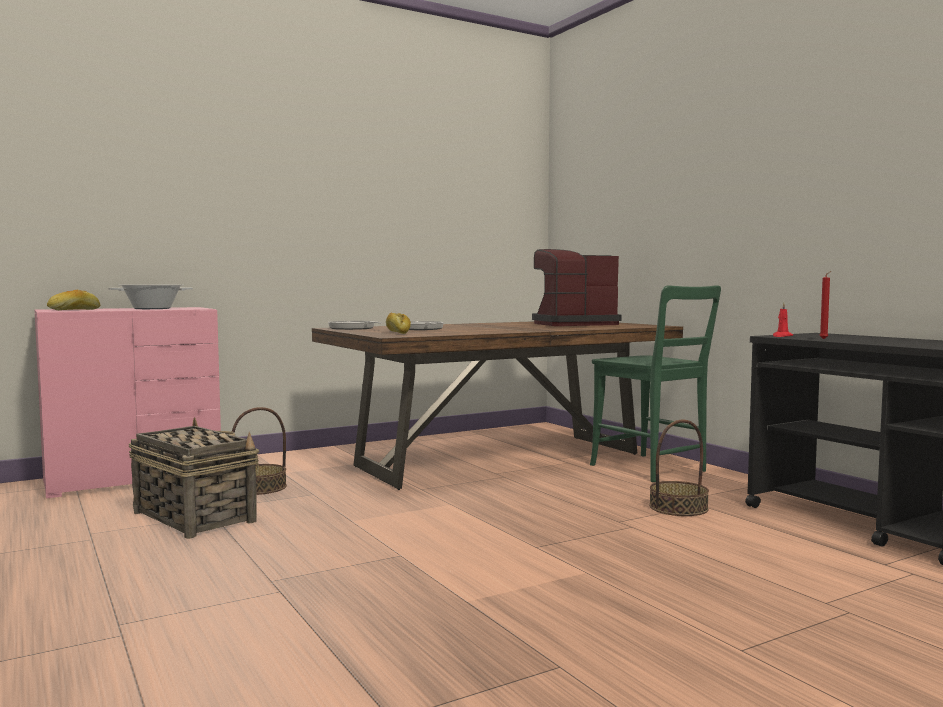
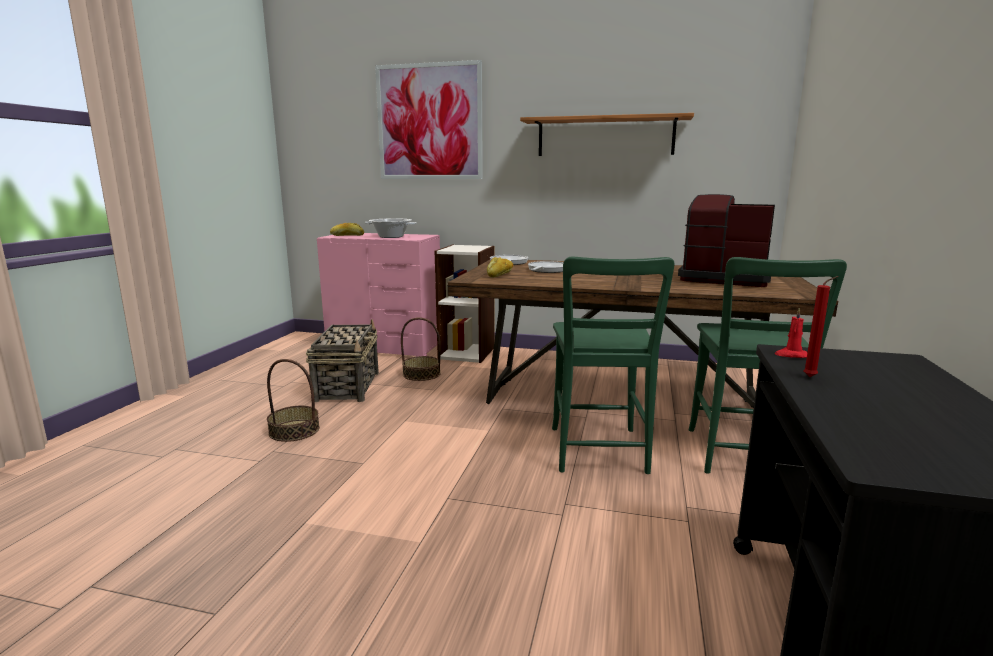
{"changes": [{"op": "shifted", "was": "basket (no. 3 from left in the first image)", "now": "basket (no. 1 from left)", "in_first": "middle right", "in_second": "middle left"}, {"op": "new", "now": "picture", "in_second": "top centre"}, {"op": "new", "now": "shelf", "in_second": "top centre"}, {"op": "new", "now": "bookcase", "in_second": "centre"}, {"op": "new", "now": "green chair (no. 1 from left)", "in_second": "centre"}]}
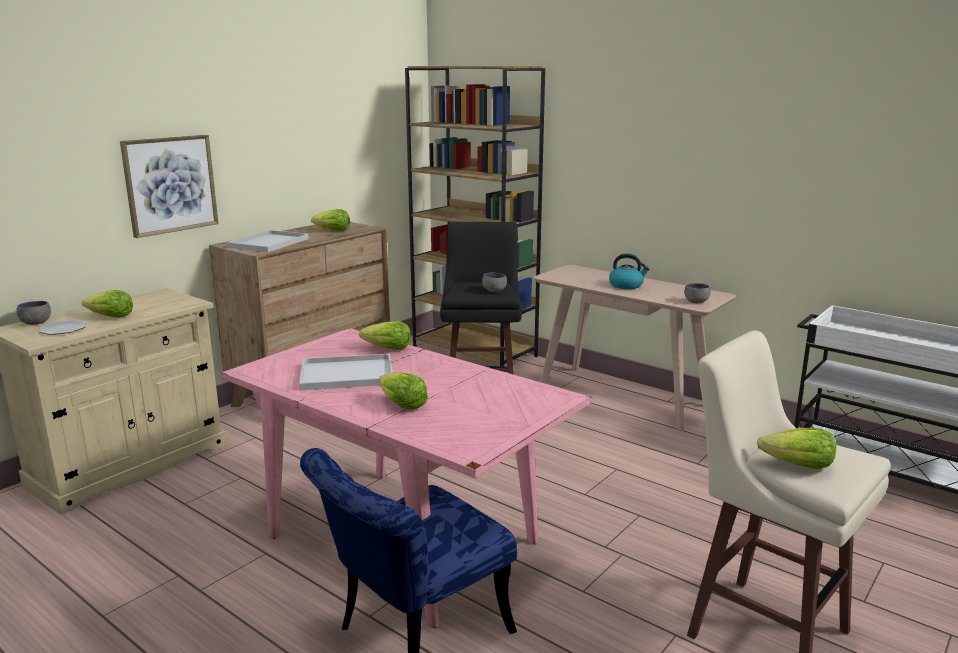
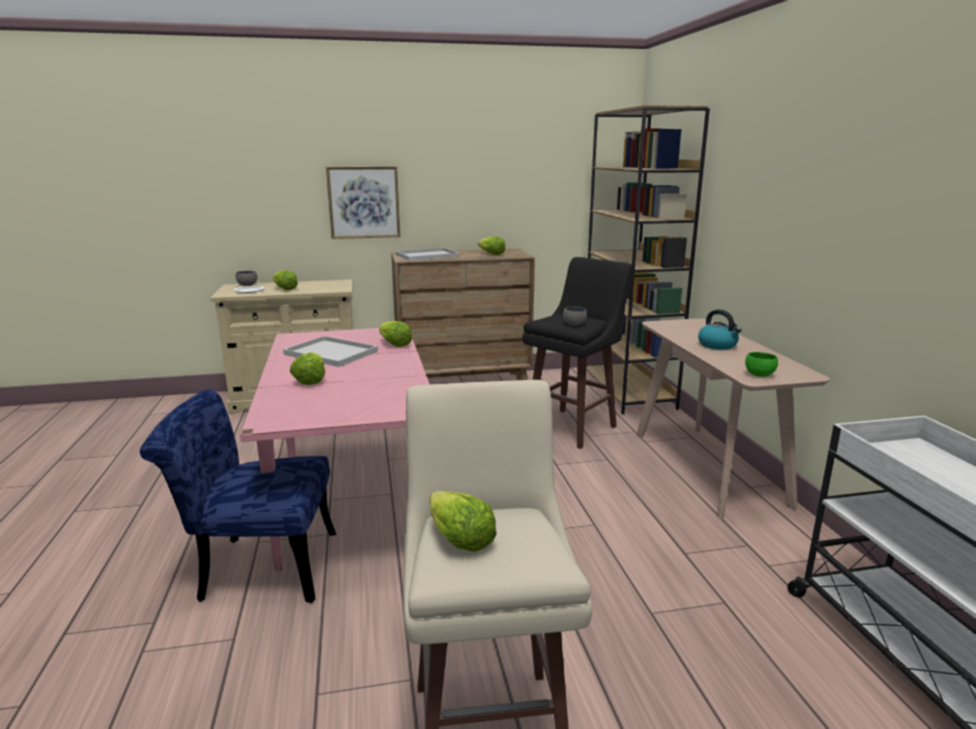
{"changes": [{"op": "repainted", "was": "grey bowl (no. 3 from left)", "now": "green bowl", "in_first": "middle right", "in_second": "middle right"}]}
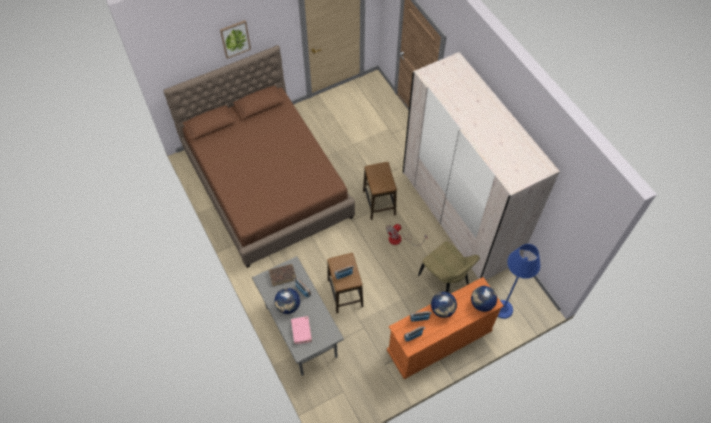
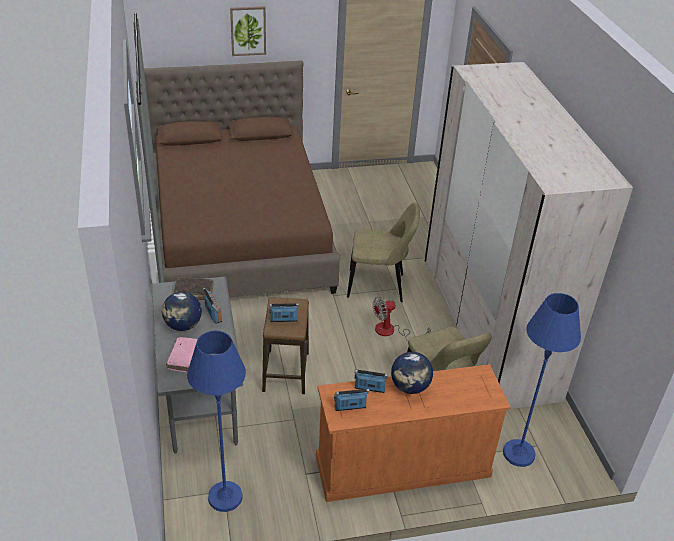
{"changes": [{"op": "swapped", "was": "stool (no. 2 from left)", "now": "beige chair (no. 1 from left)", "in_first": "centre", "in_second": "centre"}, {"op": "gone", "was": "globe (no. 3 from left)", "in_first": "bottom right"}, {"op": "new", "now": "blue floor lamp (no. 1 from left)", "in_second": "bottom left"}]}
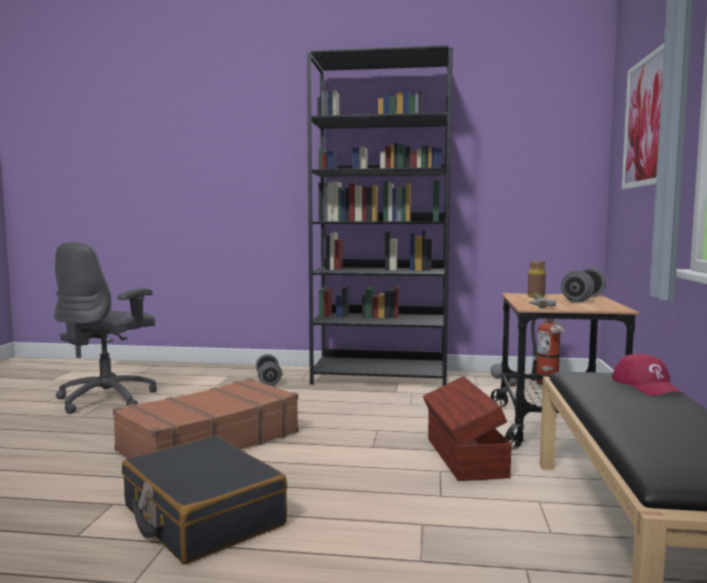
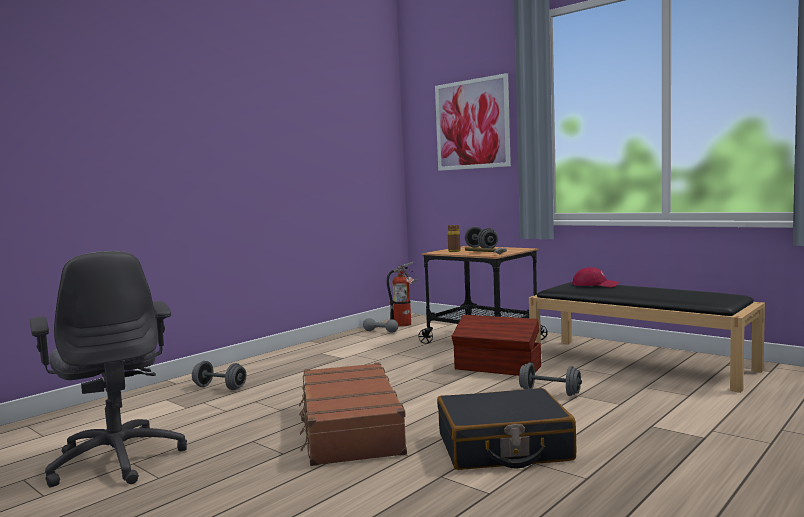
{"changes": [{"op": "gone", "was": "black bookcase", "in_first": "centre"}, {"op": "new", "now": "grey dumbbell (no. 4 from left)", "in_second": "bottom right"}]}
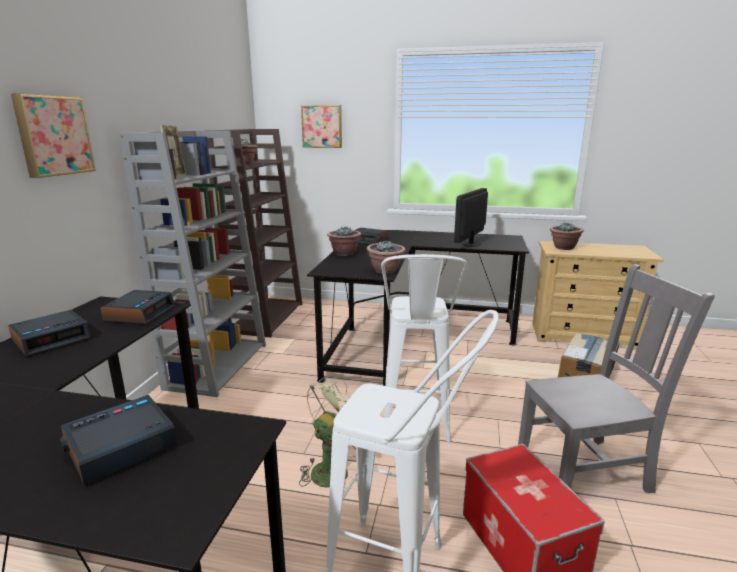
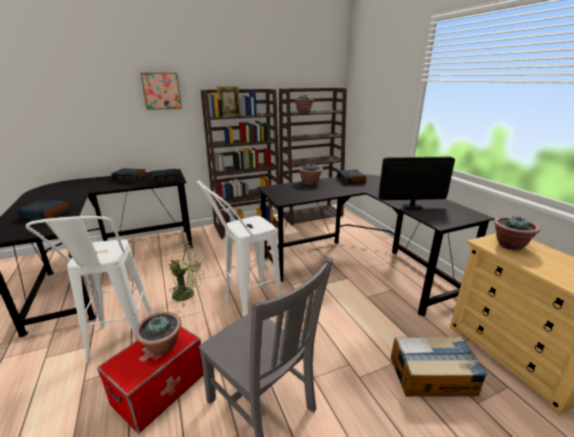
{"changes": [{"op": "gone", "was": "picture (no. 2 from left)", "in_first": "top centre"}, {"op": "repainted", "was": "grey bookcase", "now": "brown bookcase (no. 1 from left)", "in_first": "middle left", "in_second": "centre"}, {"op": "shifted", "was": "potted plant (no. 3 from left in the first image)", "now": "potted plant (no. 1 from left)", "in_first": "centre", "in_second": "bottom left"}]}
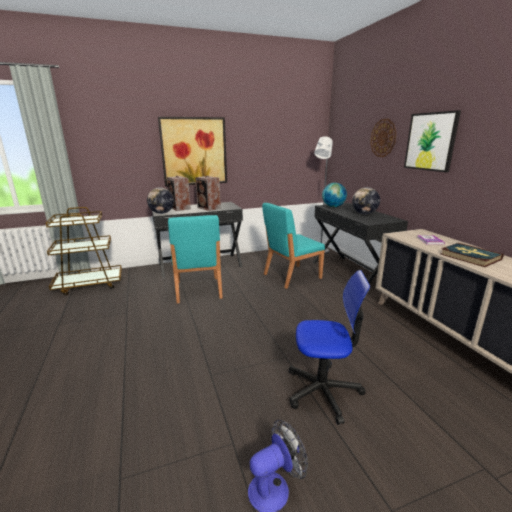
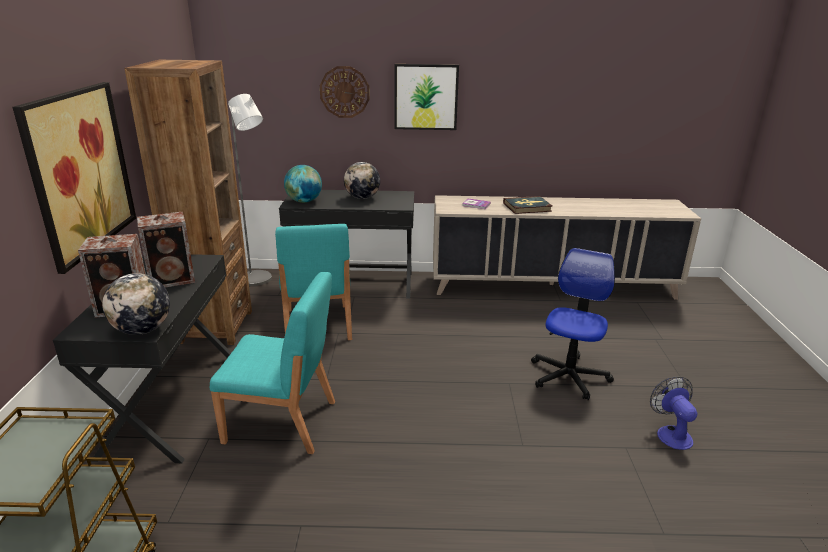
{"changes": [{"op": "new", "now": "brown bookcase", "in_second": "middle left"}]}
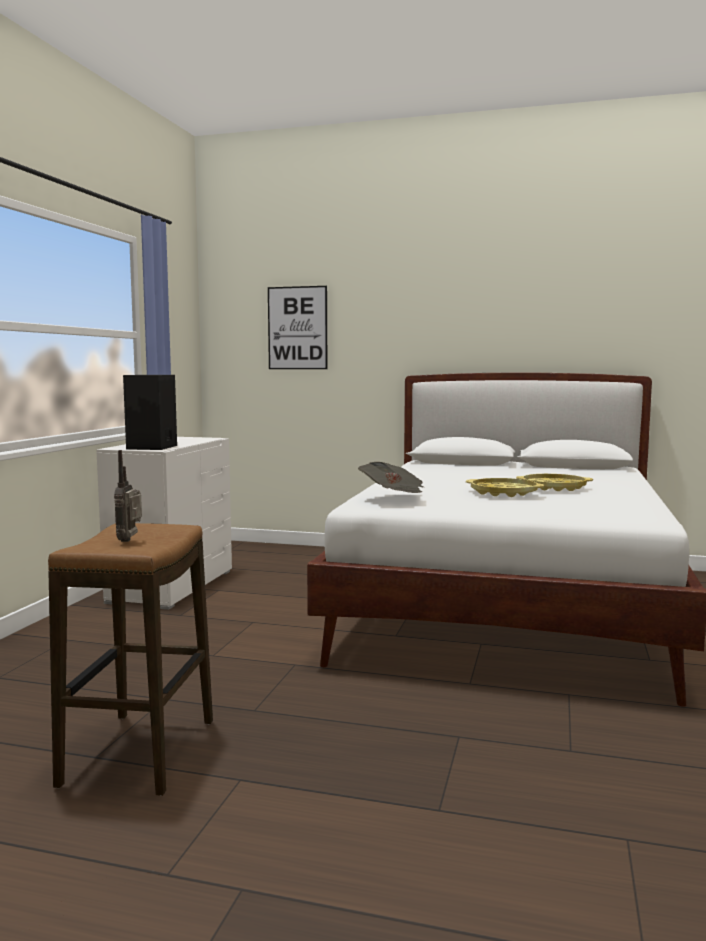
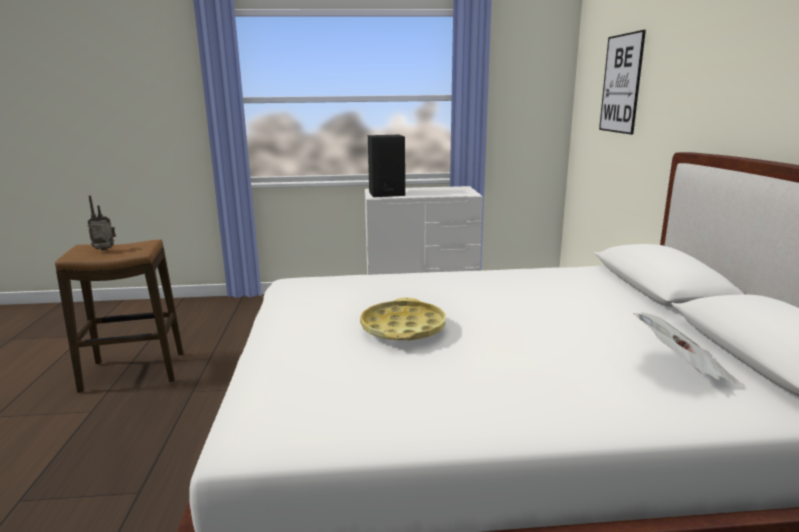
{"changes": [{"op": "shifted", "was": "newspaper", "in_first": "centre", "in_second": "middle right"}, {"op": "gone", "was": "yellow tray (no. 2 from left)", "in_first": "middle right"}]}
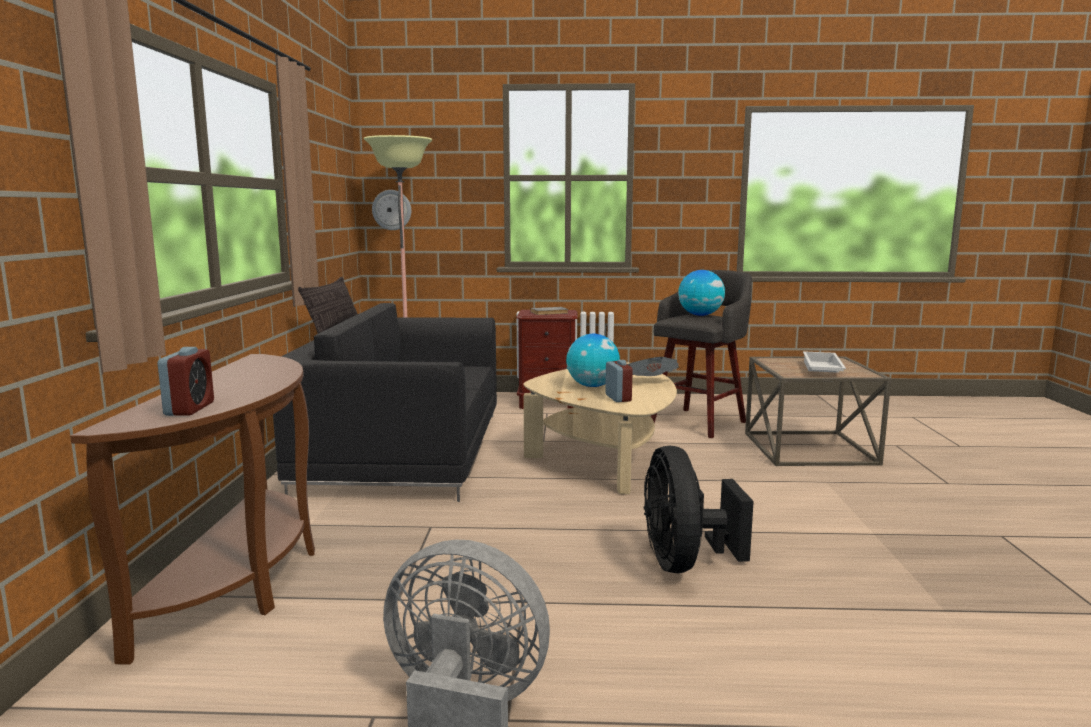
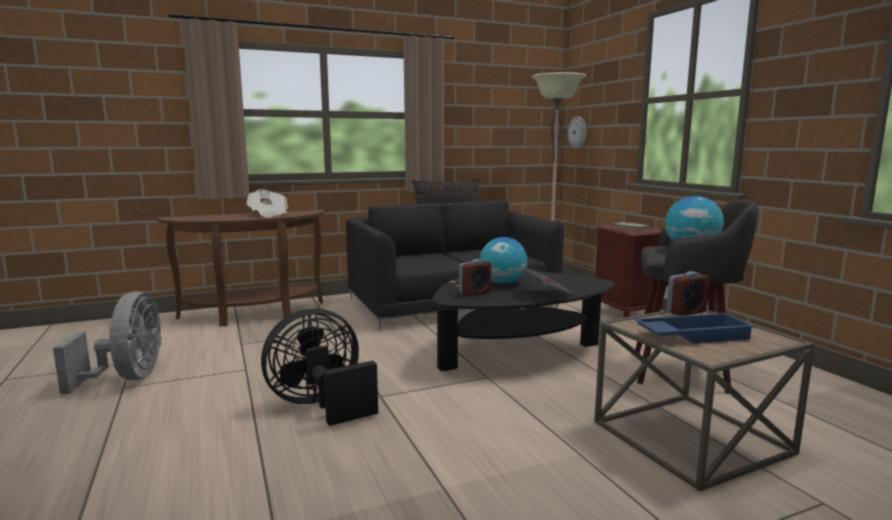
{"changes": [{"op": "shifted", "was": "alarm clock (no. 1 from left in the first image)", "now": "alarm clock (no. 2 from left)", "in_first": "middle left", "in_second": "middle right"}, {"op": "repainted", "was": "white tray", "now": "blue tray", "in_first": "middle right", "in_second": "middle right"}, {"op": "repainted", "was": "beige coffee table", "now": "black coffee table", "in_first": "centre", "in_second": "centre"}, {"op": "new", "now": "newspaper (no. 1 from left)", "in_second": "middle left"}]}
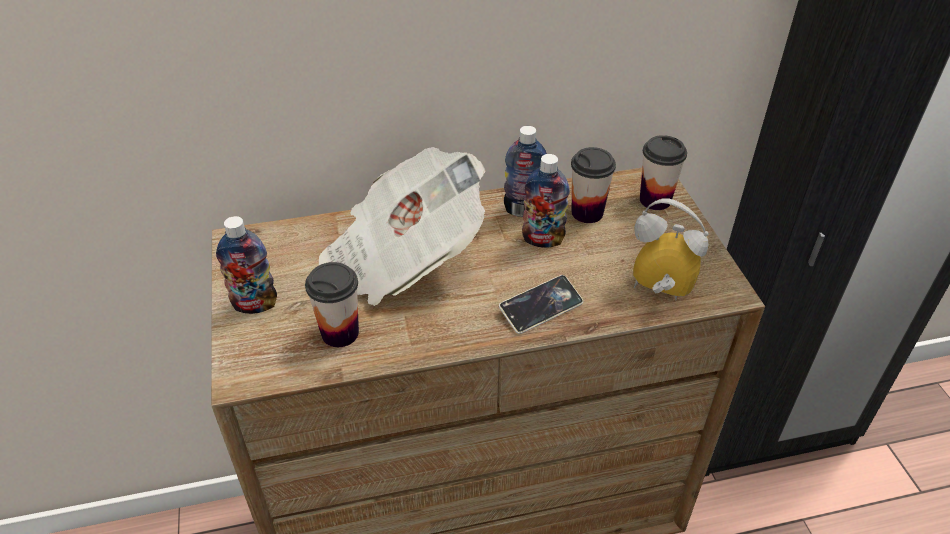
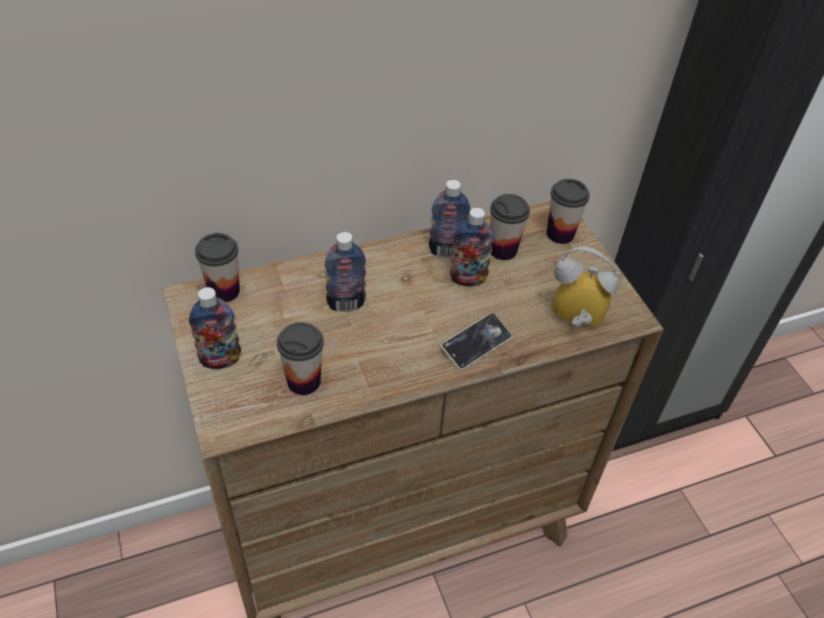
{"changes": [{"op": "swapped", "was": "newspaper", "now": "bottle (no. 2 from left)", "in_first": "centre", "in_second": "centre"}, {"op": "new", "now": "cup (no. 1 from left)", "in_second": "middle left"}]}
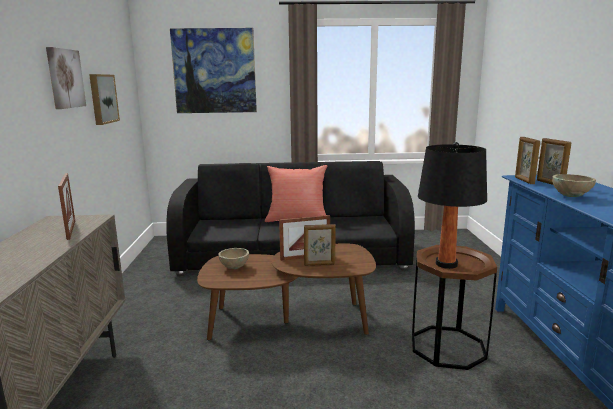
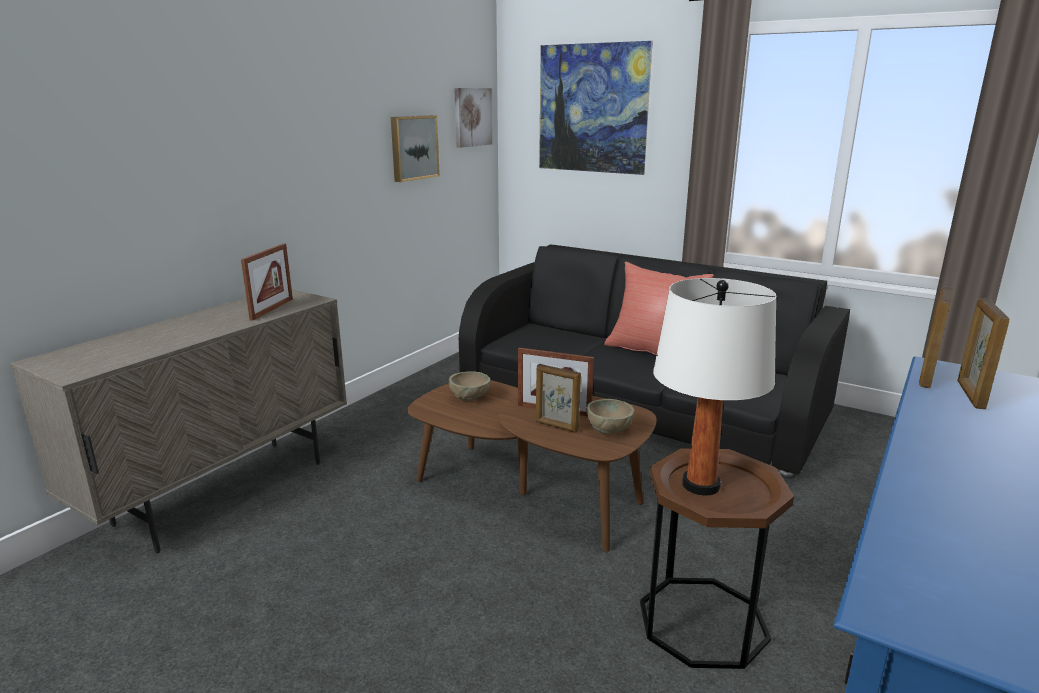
{"changes": [{"op": "shifted", "was": "picture (no. 1 from left in the first image)", "now": "picture (no. 2 from left)", "in_first": "top left", "in_second": "top centre"}, {"op": "repainted", "was": "black table lamp", "now": "white table lamp", "in_first": "middle right", "in_second": "middle right"}, {"op": "shifted", "was": "beige bowl (no. 2 from left)", "in_first": "middle right", "in_second": "centre"}]}
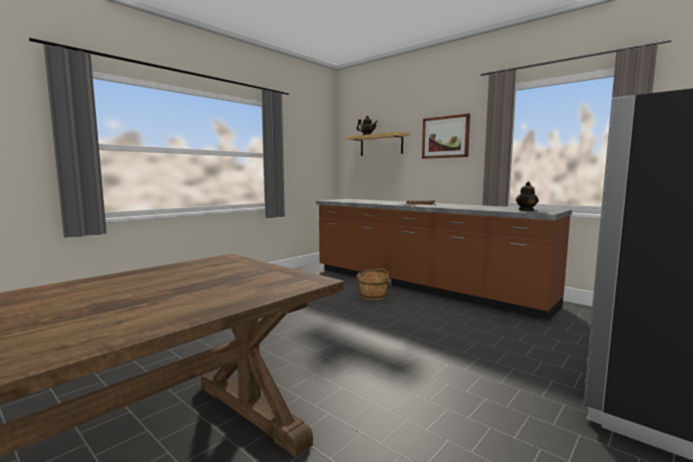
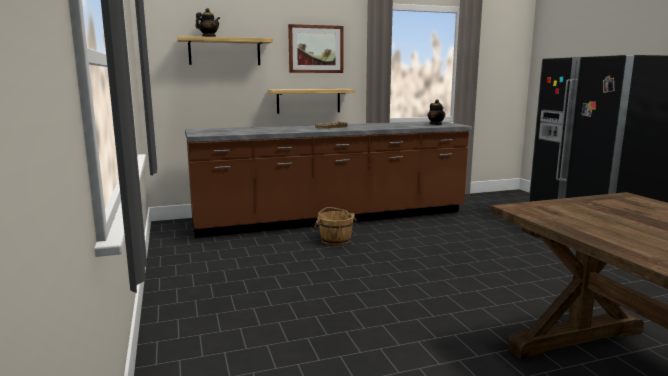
{"changes": [{"op": "new", "now": "shelf (no. 2 from left)", "in_second": "top centre"}]}
